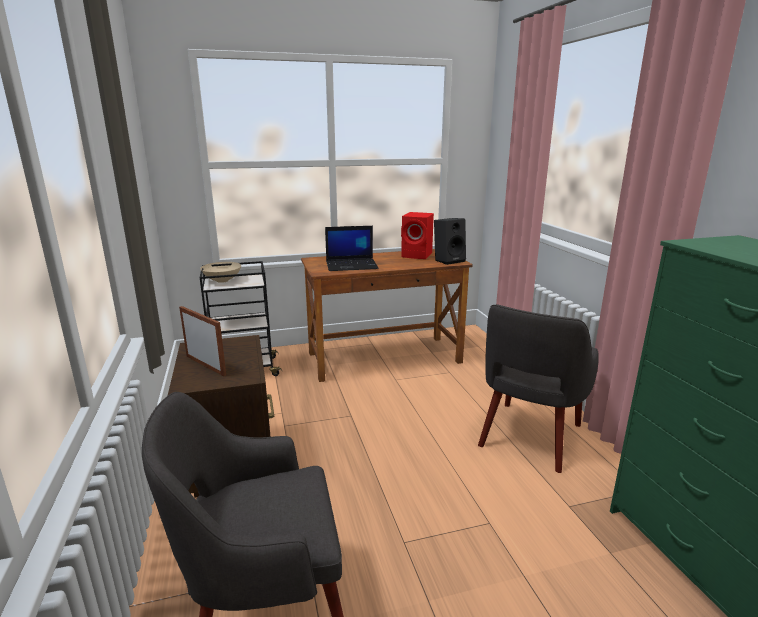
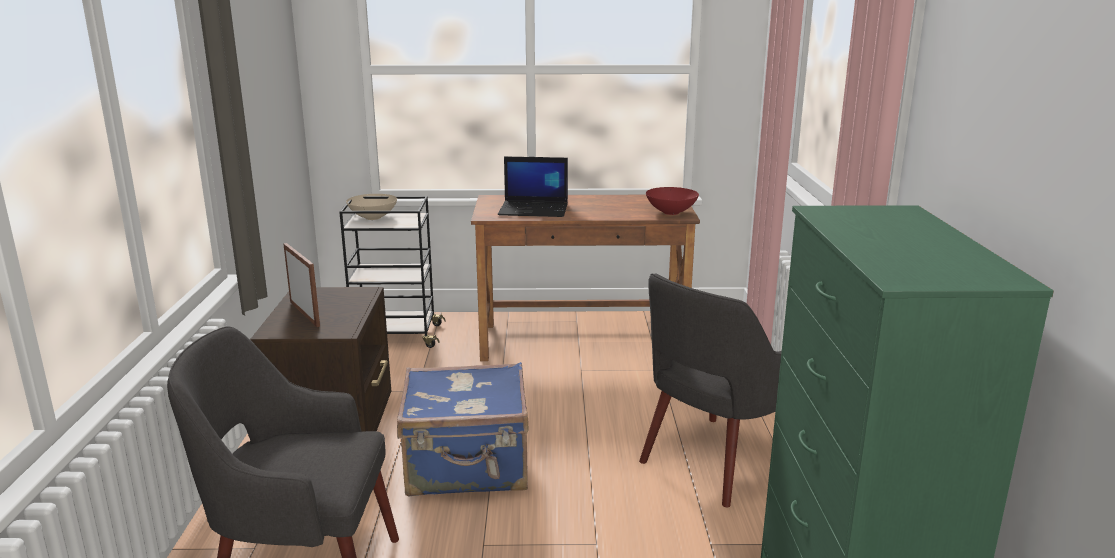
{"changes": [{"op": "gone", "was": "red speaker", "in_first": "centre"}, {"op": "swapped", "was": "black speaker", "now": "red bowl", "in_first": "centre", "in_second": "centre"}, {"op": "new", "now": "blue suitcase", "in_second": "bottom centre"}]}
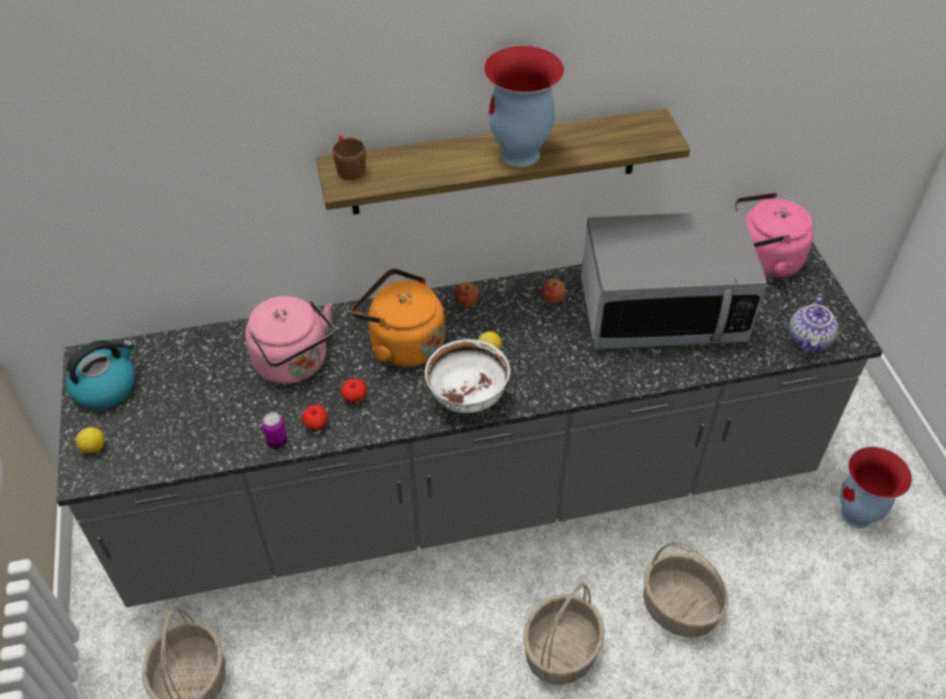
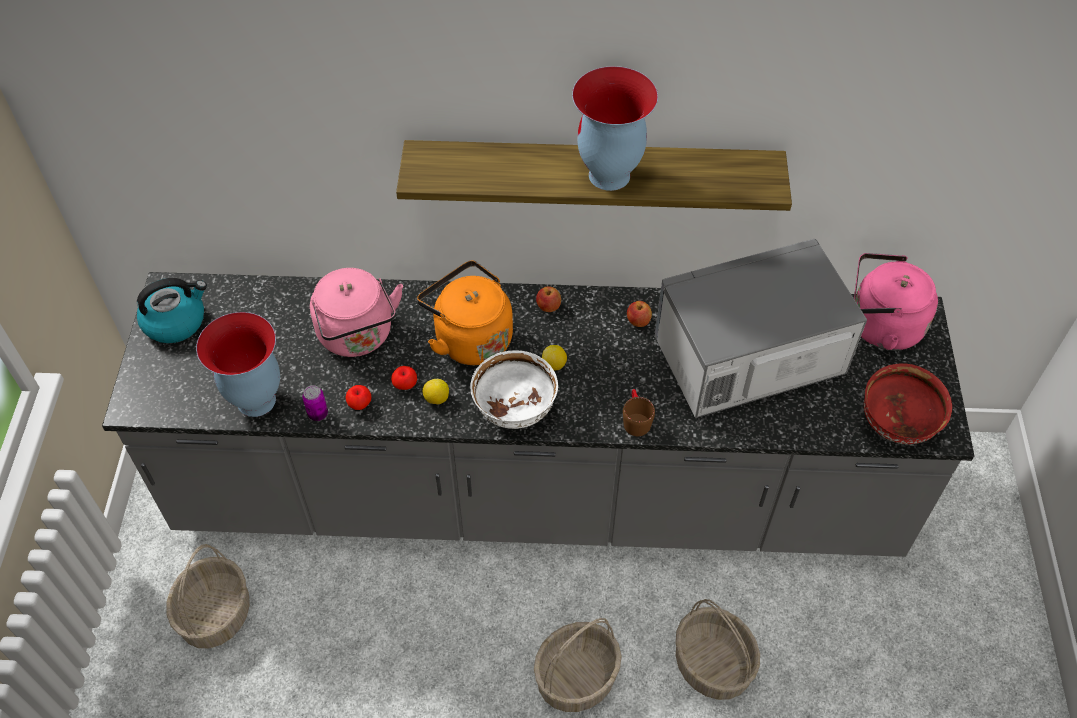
{"changes": [{"op": "shifted", "was": "brown mug", "in_first": "top centre", "in_second": "centre"}, {"op": "rotated", "was": "microwave", "in_first": "middle right", "in_second": "middle right", "clockwise": 150}, {"op": "swapped", "was": "teapot", "now": "red bowl", "in_first": "middle right", "in_second": "middle right"}, {"op": "shifted", "was": "lemon (no. 1 from left)", "in_first": "middle left", "in_second": "centre"}, {"op": "shifted", "was": "vase (no. 2 from left in the first image)", "now": "vase (no. 1 from left)", "in_first": "bottom right", "in_second": "middle left"}]}
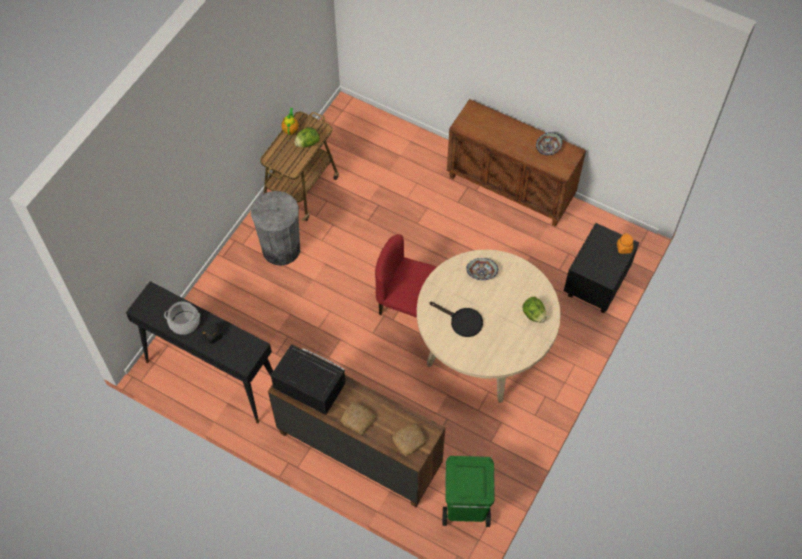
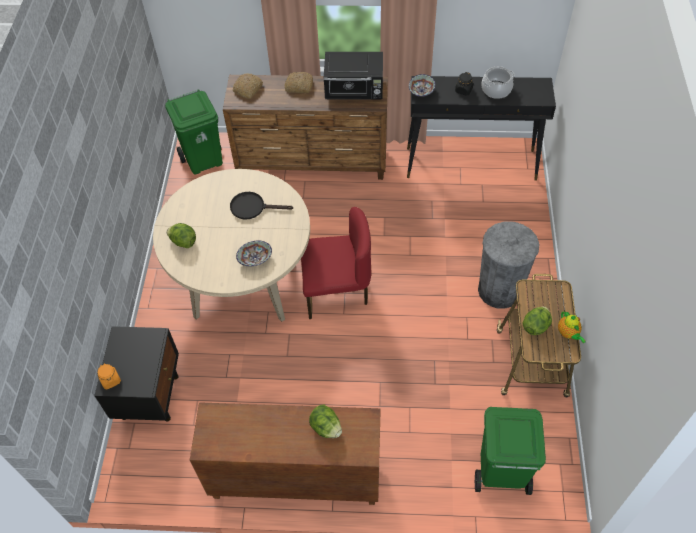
{"changes": [{"op": "shifted", "was": "bowl (no. 2 from left)", "in_first": "top right", "in_second": "top centre"}, {"op": "new", "now": "lettuce (no. 2 from left)", "in_second": "bottom centre"}, {"op": "new", "now": "green trash can (no. 2 from left)", "in_second": "bottom right"}]}
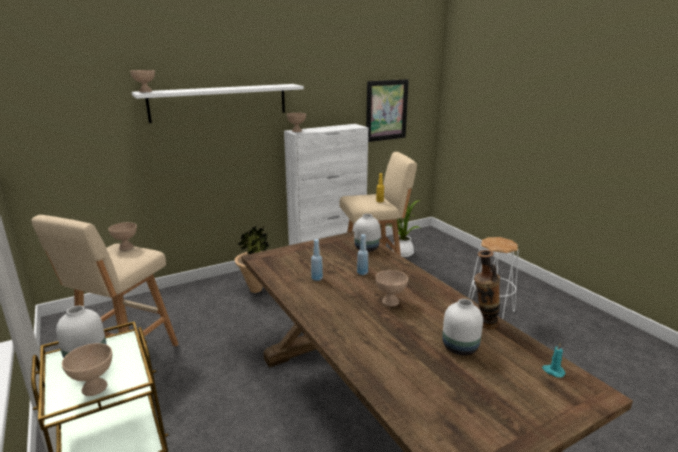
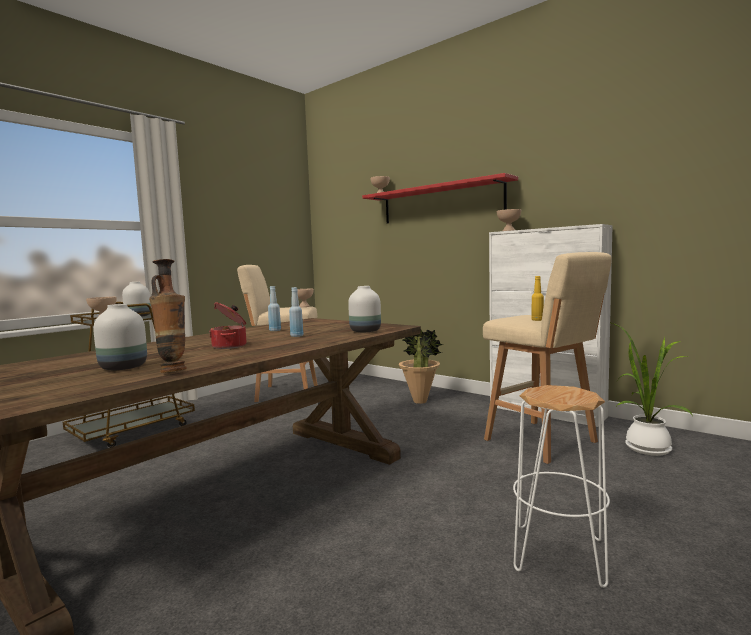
{"changes": [{"op": "gone", "was": "picture", "in_first": "top centre"}, {"op": "repainted", "was": "white shelf", "now": "red shelf", "in_first": "top left", "in_second": "top centre"}, {"op": "swapped", "was": "beige bowl (no. 5 from left)", "now": "cooking pot", "in_first": "centre", "in_second": "middle left"}, {"op": "gone", "was": "turquoise candle", "in_first": "bottom right"}]}
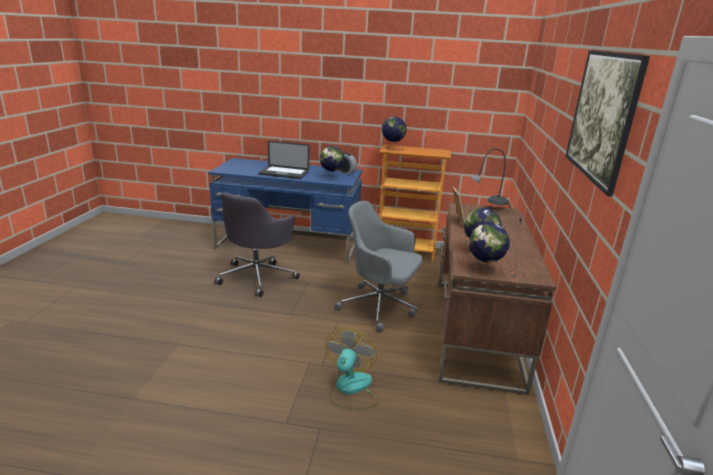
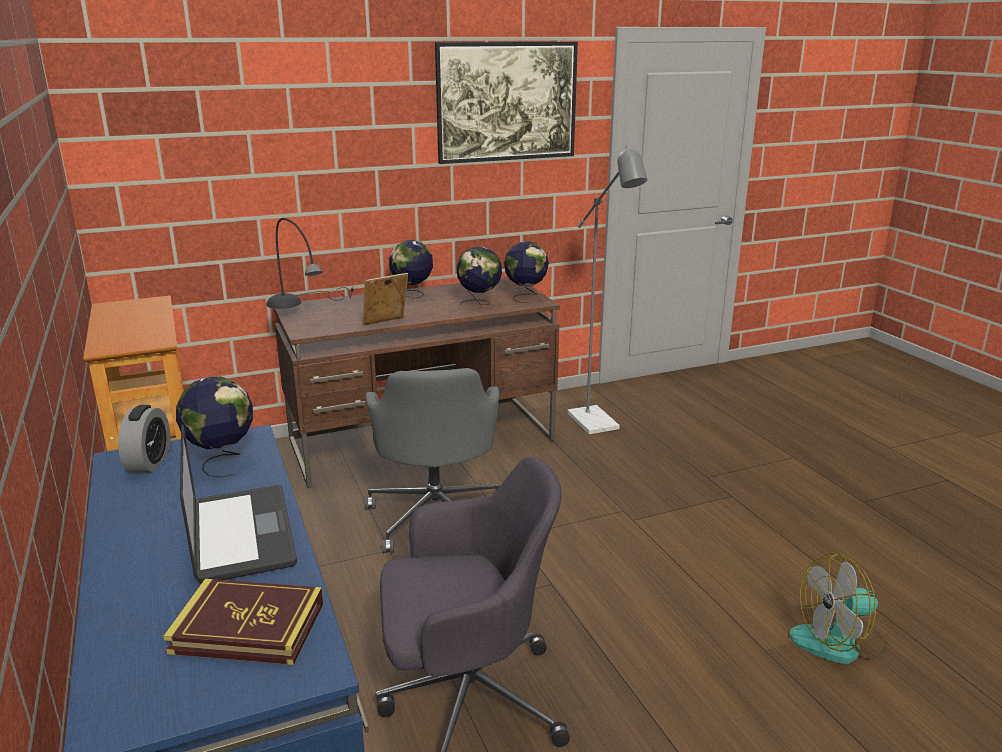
{"changes": [{"op": "shifted", "was": "globe (no. 2 from left)", "in_first": "top centre", "in_second": "centre"}, {"op": "shifted", "was": "fan", "in_first": "bottom centre", "in_second": "bottom right"}, {"op": "new", "now": "grey floor lamp", "in_second": "centre"}, {"op": "new", "now": "book", "in_second": "bottom left"}]}
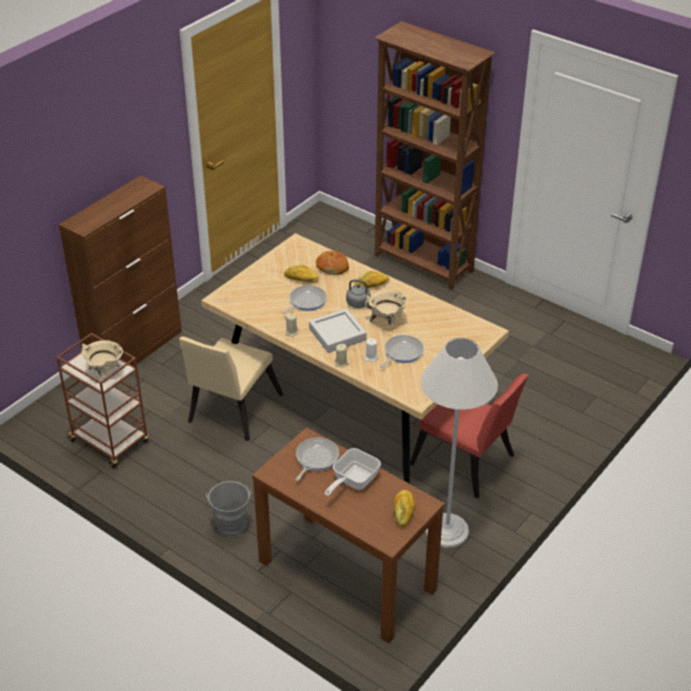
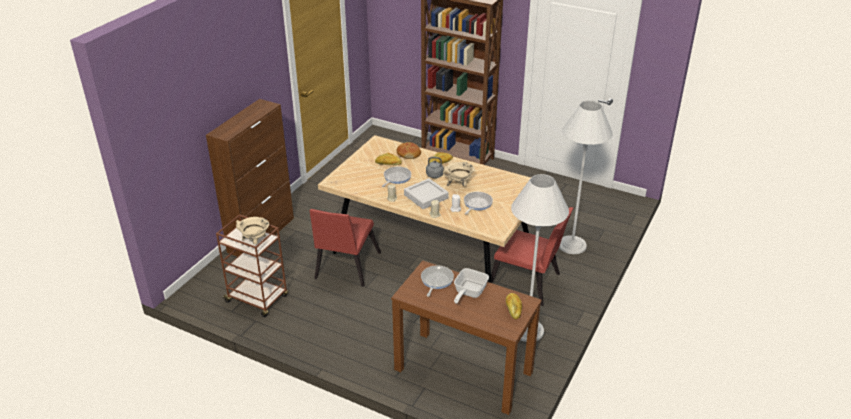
{"changes": [{"op": "repainted", "was": "beige chair", "now": "red chair (no. 1 from left)", "in_first": "centre", "in_second": "centre"}, {"op": "gone", "was": "grey bucket", "in_first": "bottom left"}, {"op": "new", "now": "white floor lamp (no. 2 from left)", "in_second": "middle right"}]}
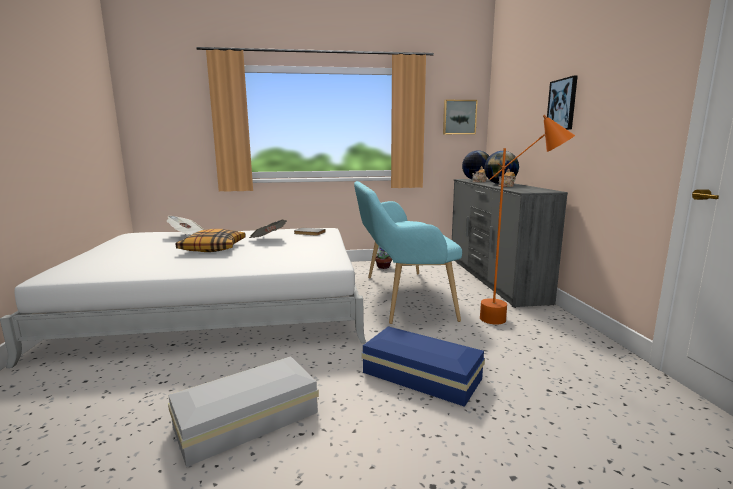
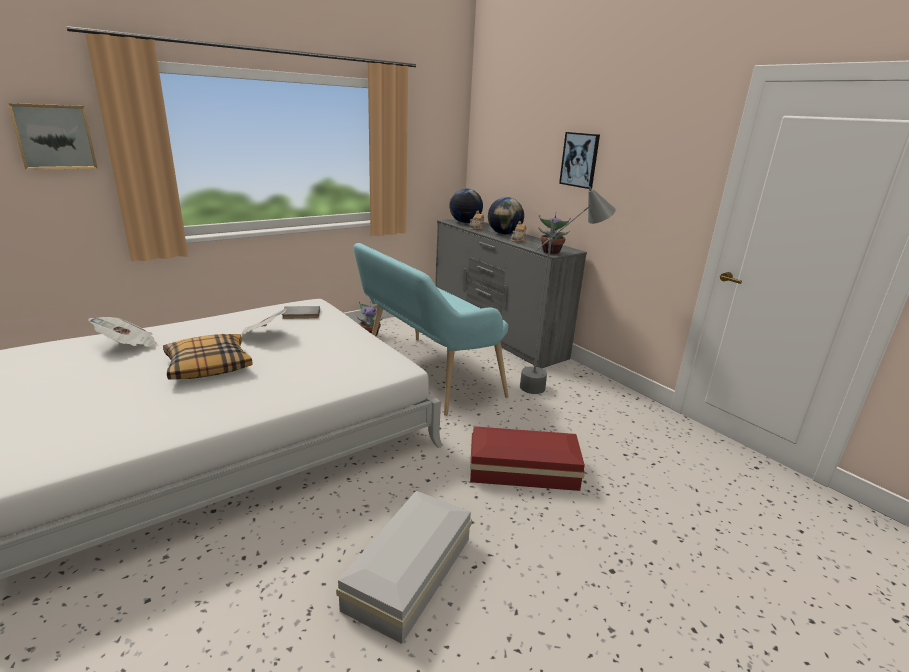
{"changes": [{"op": "shifted", "was": "picture (no. 1 from left)", "in_first": "top centre", "in_second": "top left"}, {"op": "repainted", "was": "orange floor lamp", "now": "grey floor lamp", "in_first": "middle right", "in_second": "centre"}, {"op": "repainted", "was": "blue storage box", "now": "red storage box", "in_first": "bottom centre", "in_second": "bottom centre"}, {"op": "new", "now": "potted plant (no. 2 from left)", "in_second": "centre"}]}
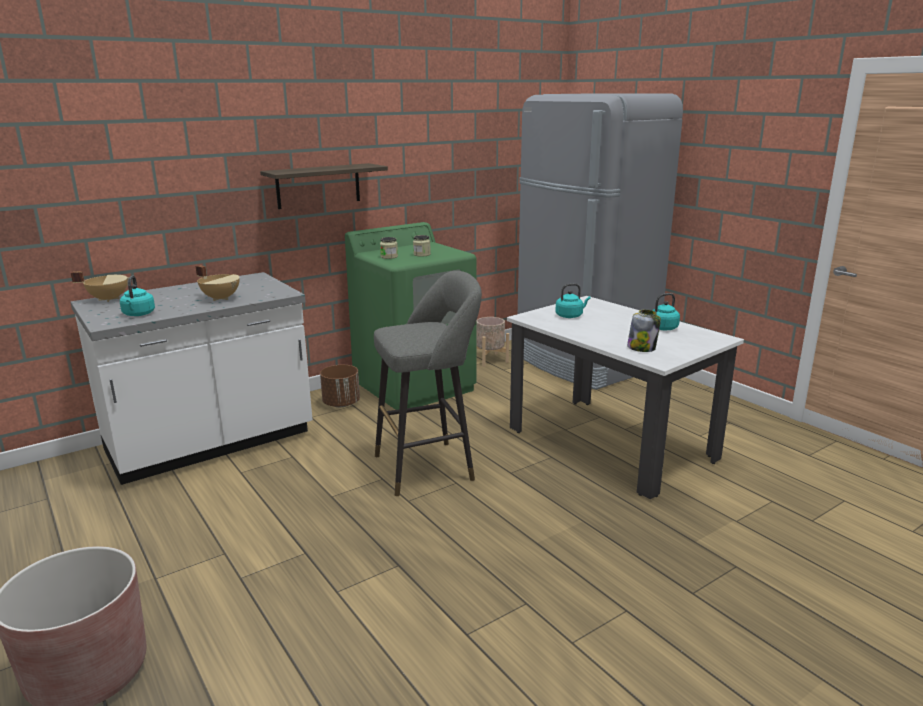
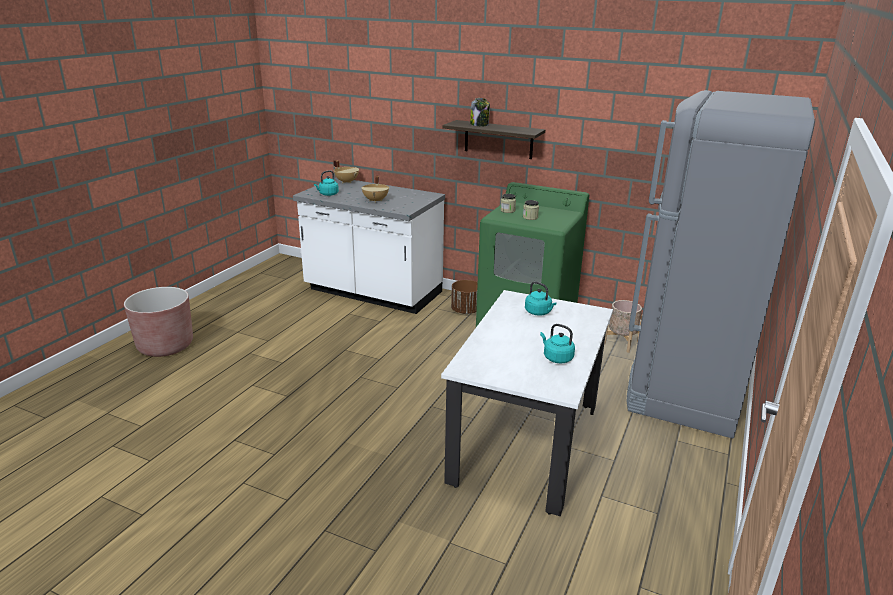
{"changes": [{"op": "gone", "was": "grey stool", "in_first": "centre"}, {"op": "shifted", "was": "jar (no. 3 from left in the first image)", "now": "jar (no. 1 from left)", "in_first": "middle right", "in_second": "top centre"}]}
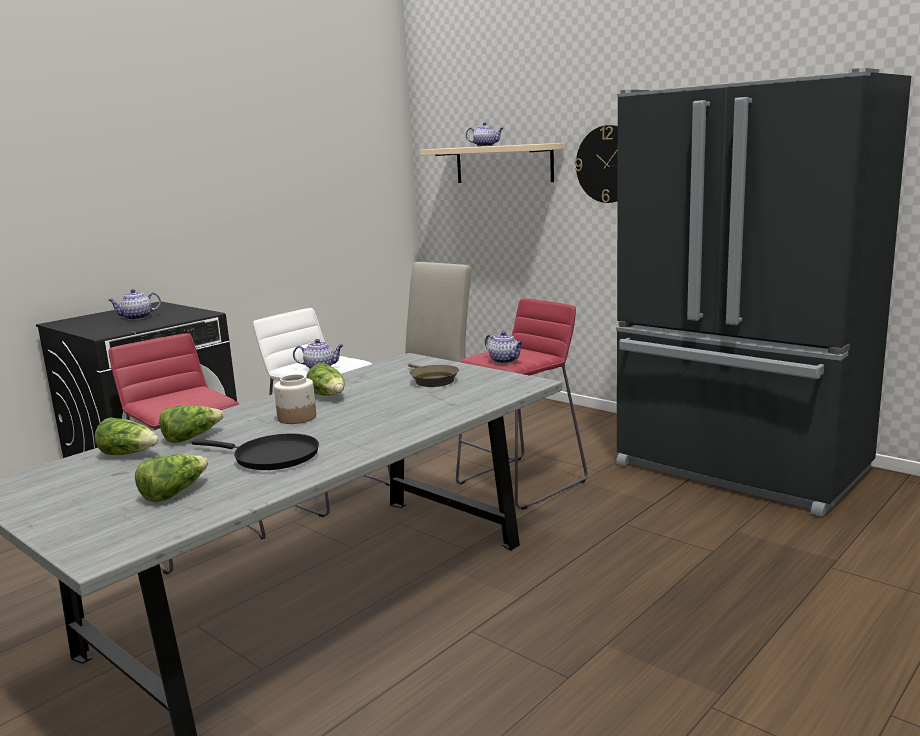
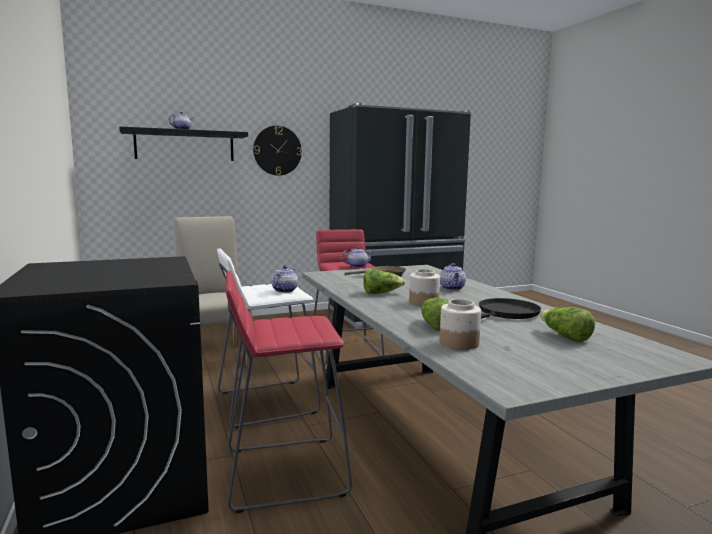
{"changes": [{"op": "repainted", "was": "beige shelf", "now": "black shelf", "in_first": "top centre", "in_second": "top left"}, {"op": "shifted", "was": "teapot (no. 1 from left in the first image)", "now": "teapot (no. 4 from left)", "in_first": "middle left", "in_second": "centre"}, {"op": "swapped", "was": "lettuce (no. 1 from left)", "now": "jar (no. 2 from left)", "in_first": "middle left", "in_second": "centre"}]}
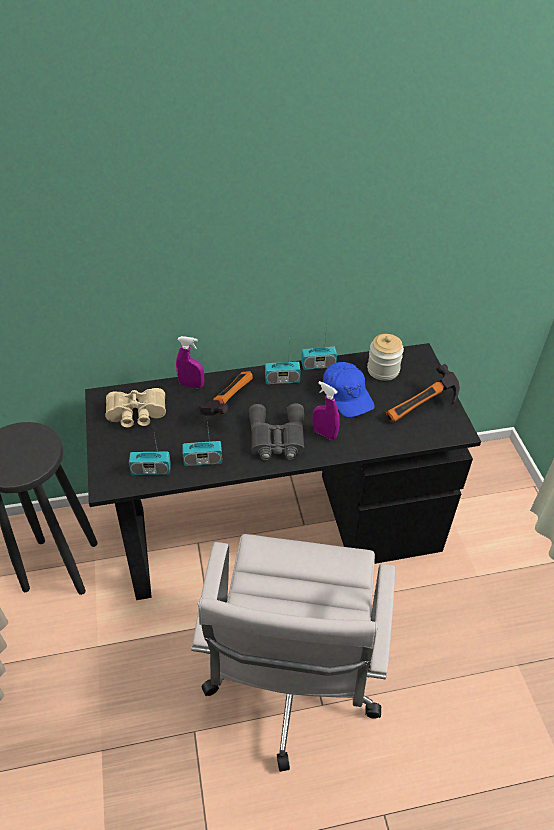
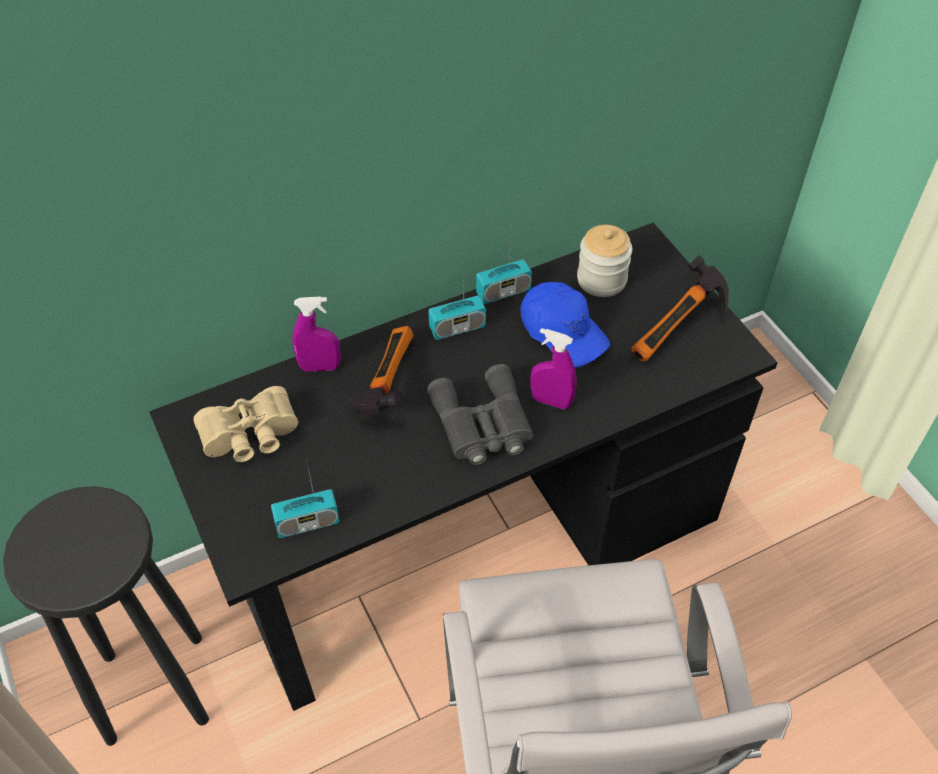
{"changes": [{"op": "gone", "was": "radio (no. 2 from left)", "in_first": "centre"}]}
